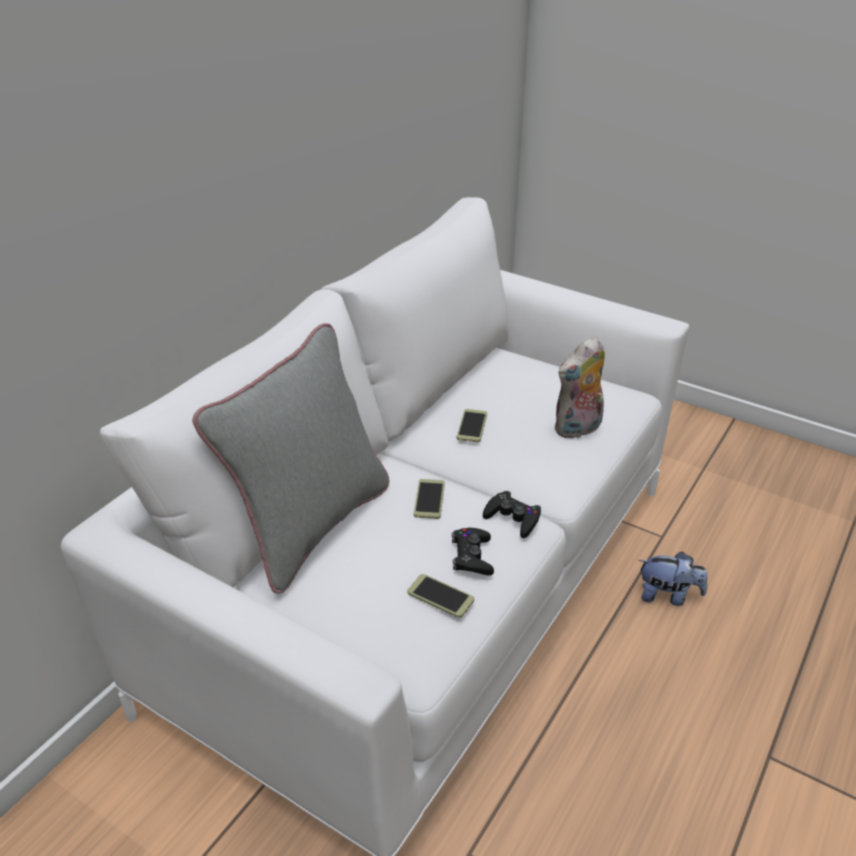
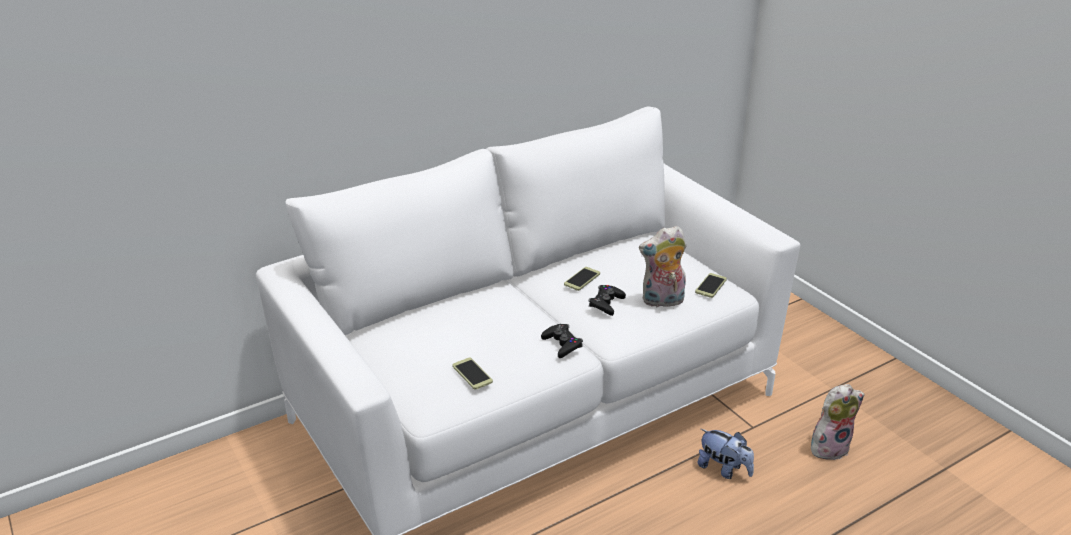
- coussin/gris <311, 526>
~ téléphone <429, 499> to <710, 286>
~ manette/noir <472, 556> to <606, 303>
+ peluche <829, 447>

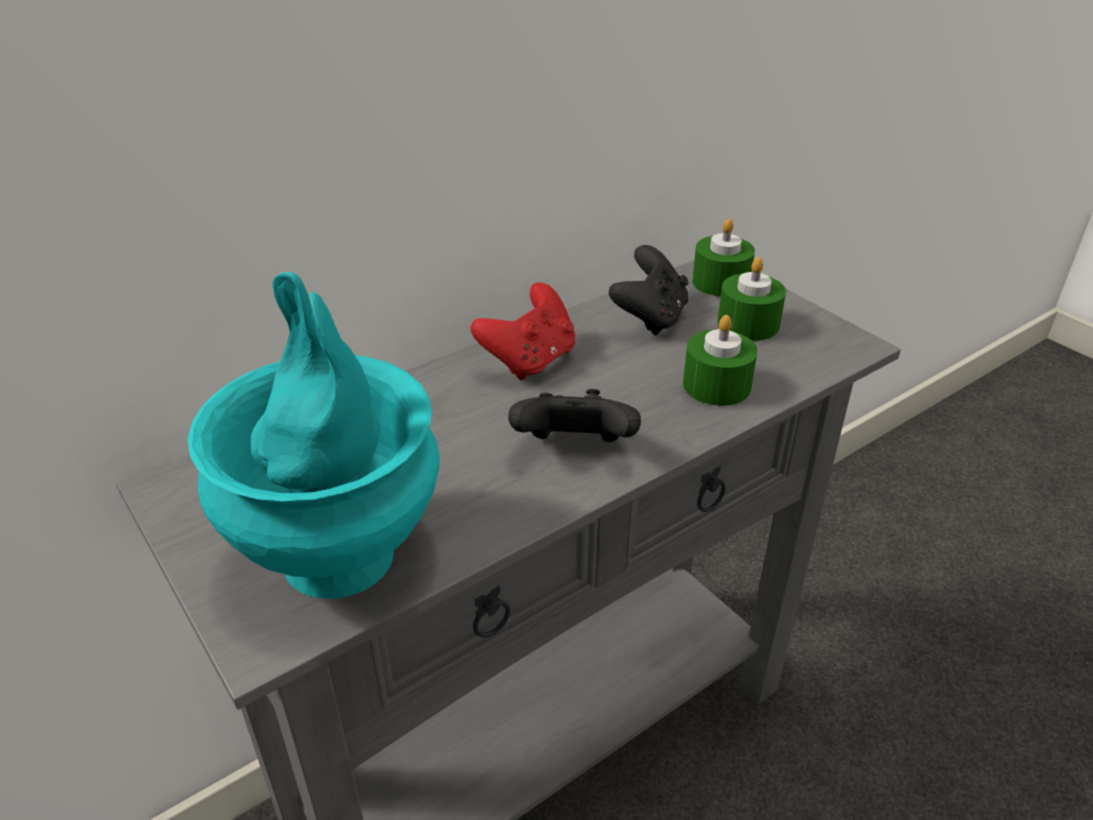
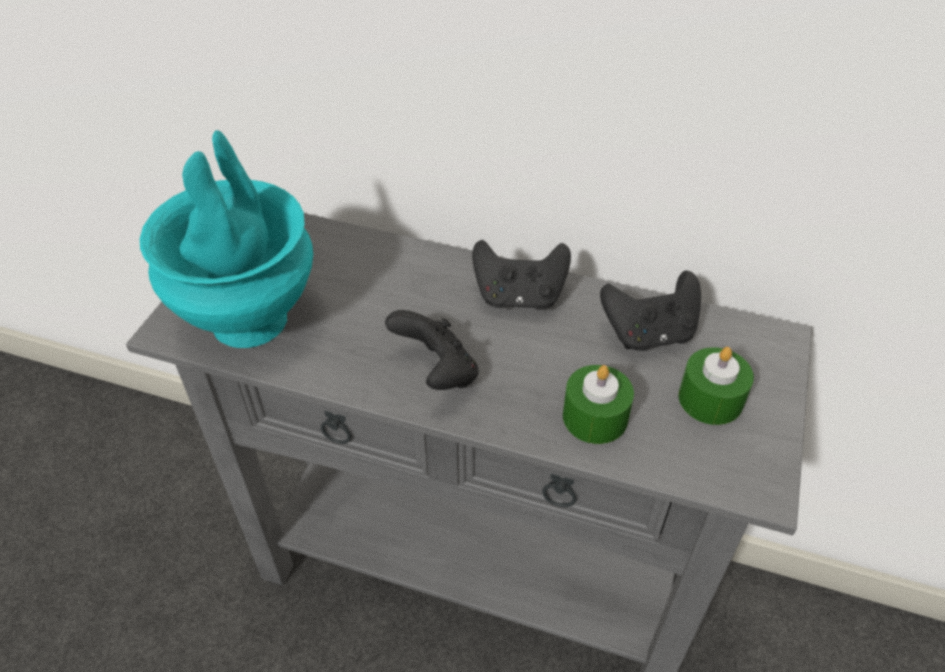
- bougie/vert <720, 282>
~ manette/rouge <530, 361> to manette/noir <519, 297>

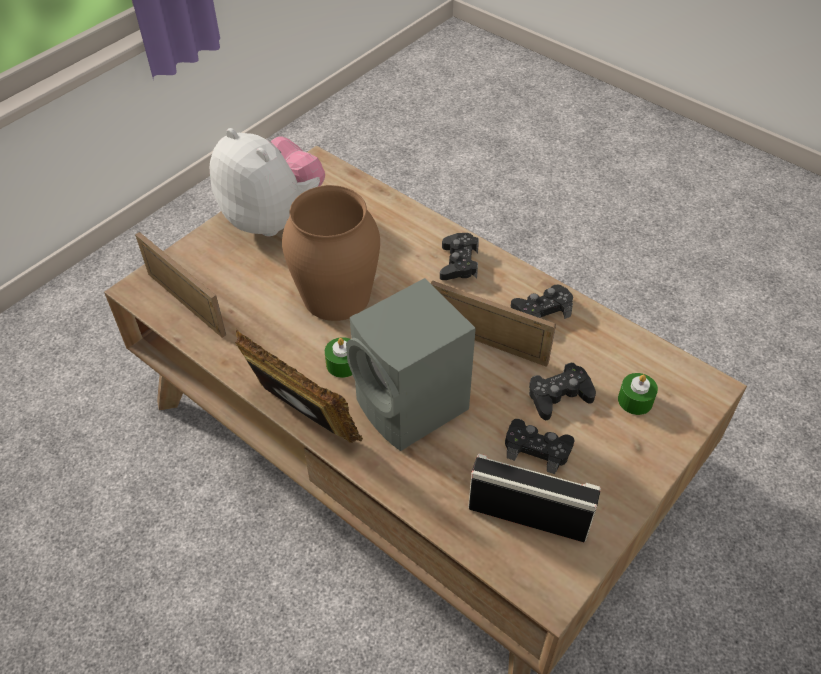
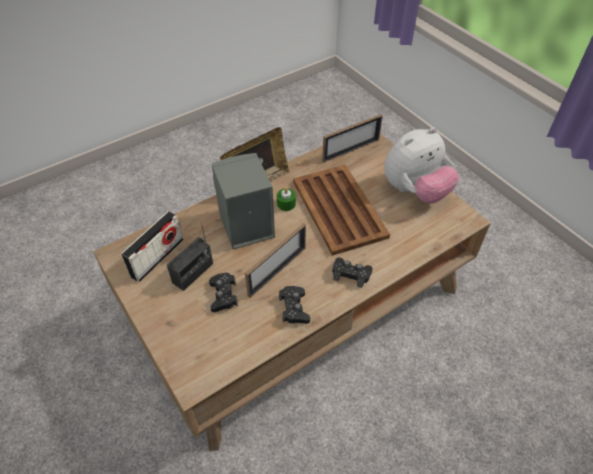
~ vase/marron <337, 295> to plateau/marron <339, 210>
- bougie/vert <635, 400>
~ manette/noir <537, 449> to radio <193, 273>

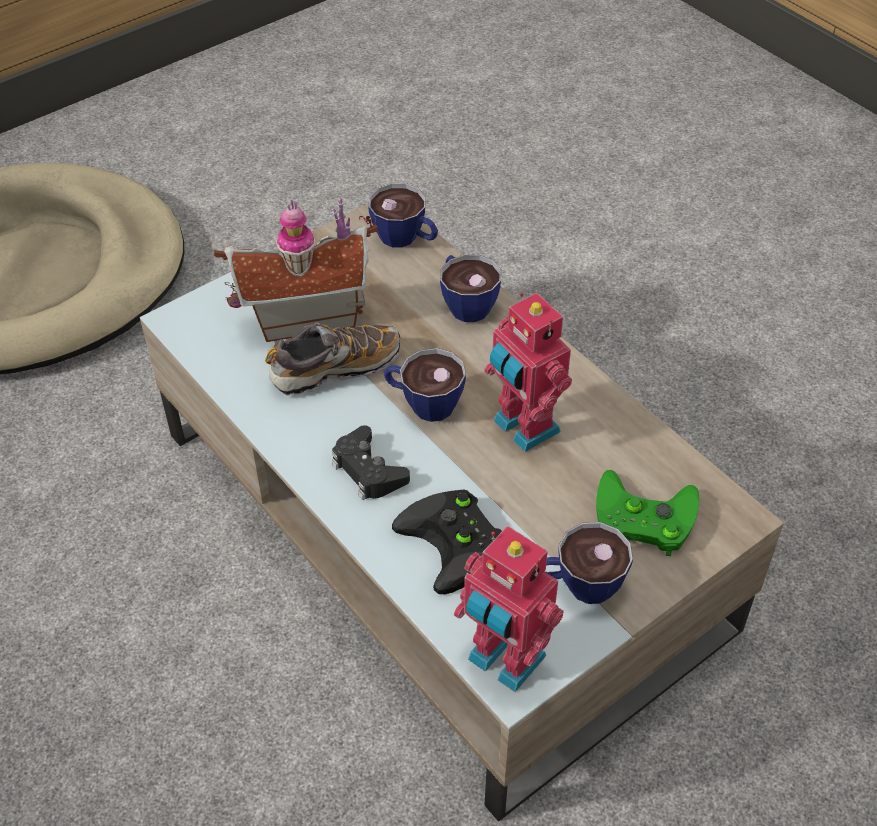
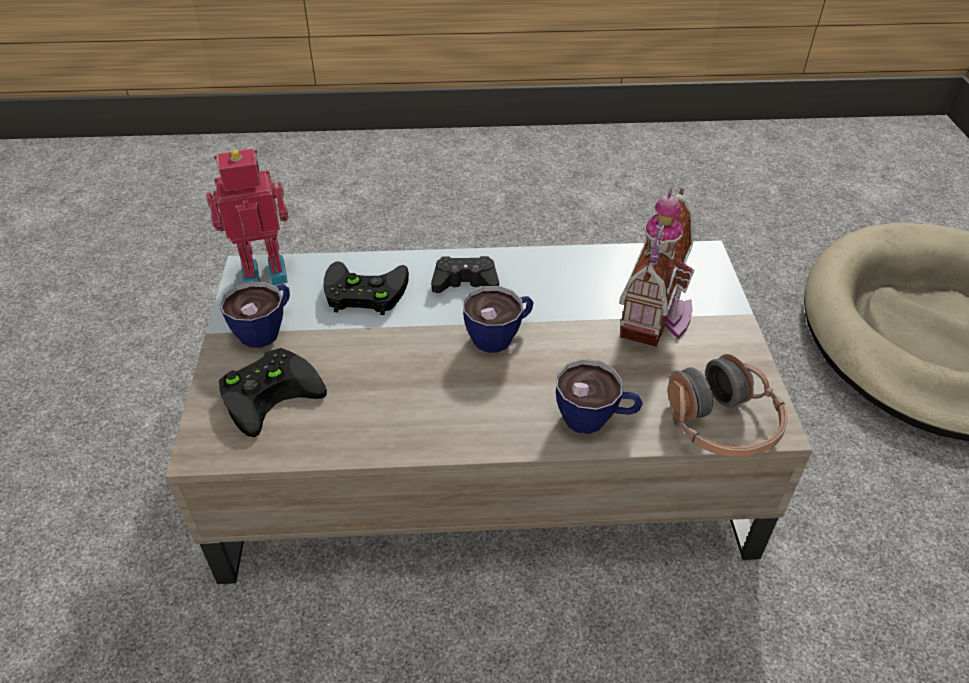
~ tasse <406, 239> to casque audio <721, 424>
- robot jouet <523, 428>
- chaussure <335, 369>
~ manette/vert <640, 519> to manette/noir <271, 391>

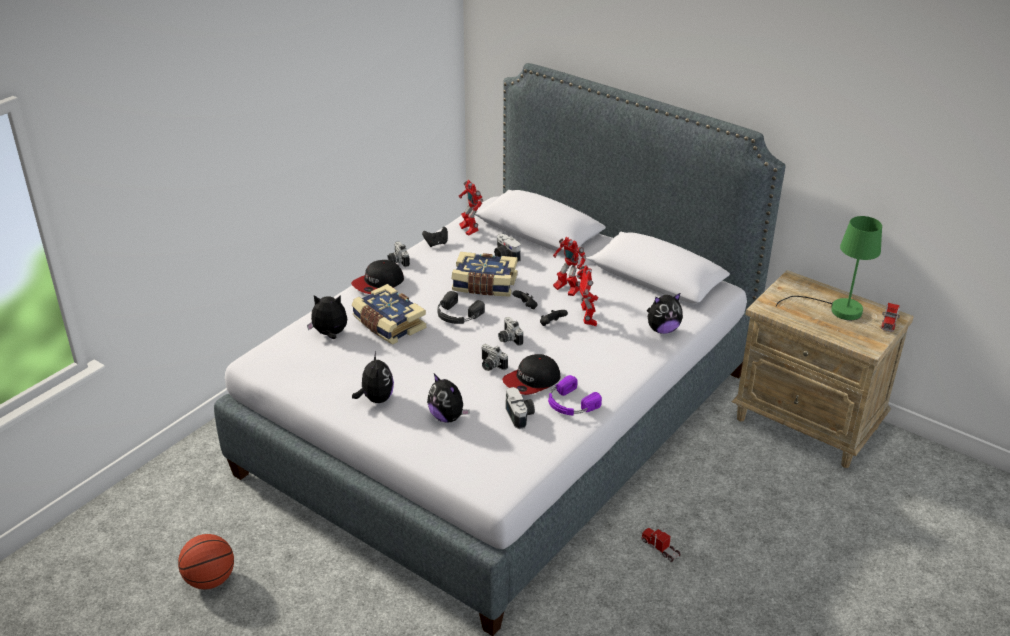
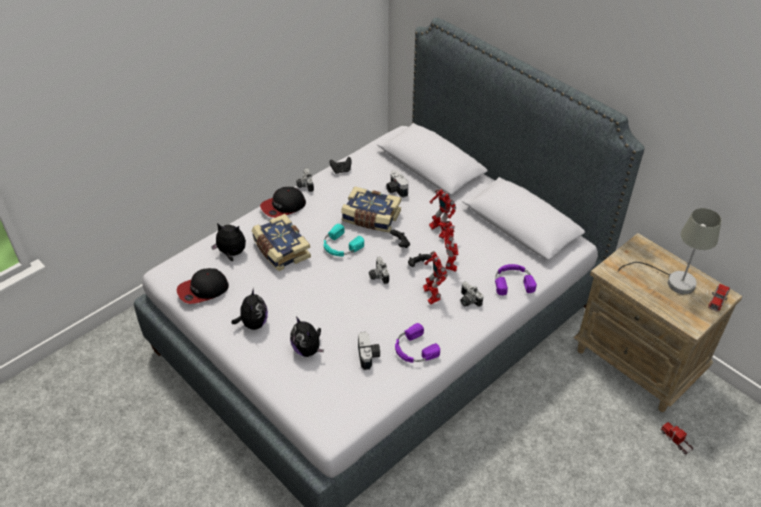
~ robot jouet <469, 231> to <432, 295>
~ lampe de table/vert <836, 309> to lampe de table/gris <672, 280>
~ casque audio/noir <457, 315> to casque audio/turquoise <340, 246>
~ peluche <662, 329> to casque audio/violet <512, 282>
~ appareil photo <490, 366> to <467, 301>
~ casquette <532, 381> to <203, 290>
~ camion jouet <660, 548> to <675, 440>
- ballon de basket <210, 580>

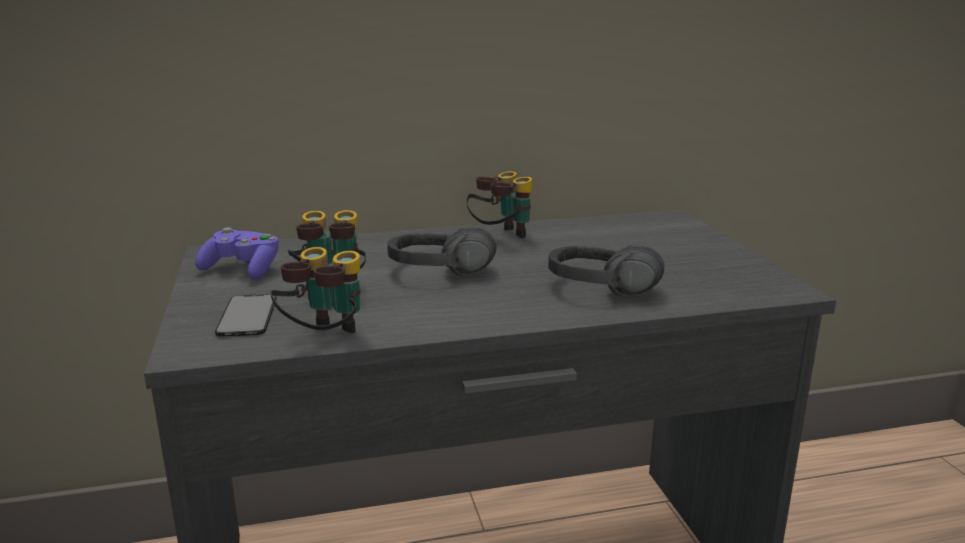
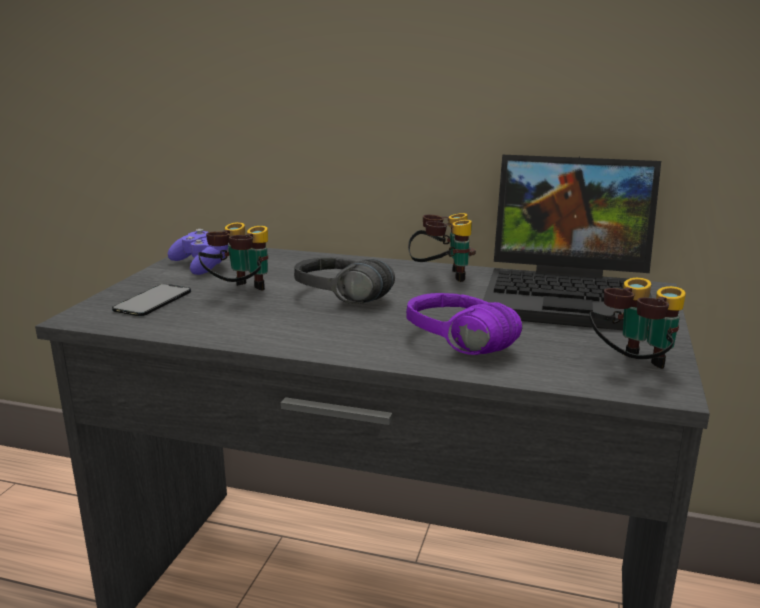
~ casque audio/noir <600, 294> to casque audio/violet <449, 347>
~ jumelles <324, 339> to <631, 368>
+ ordinateur portable <572, 296>

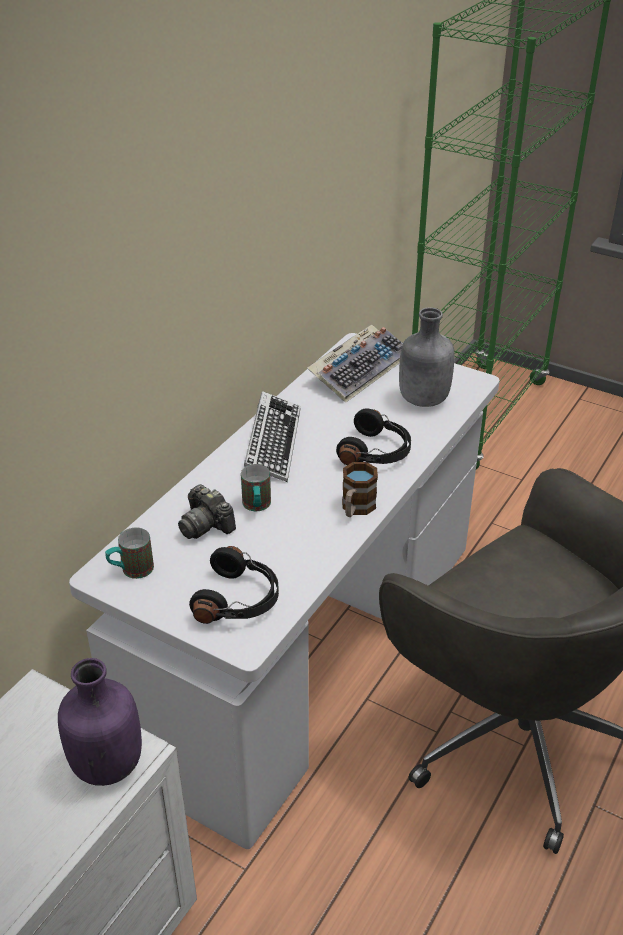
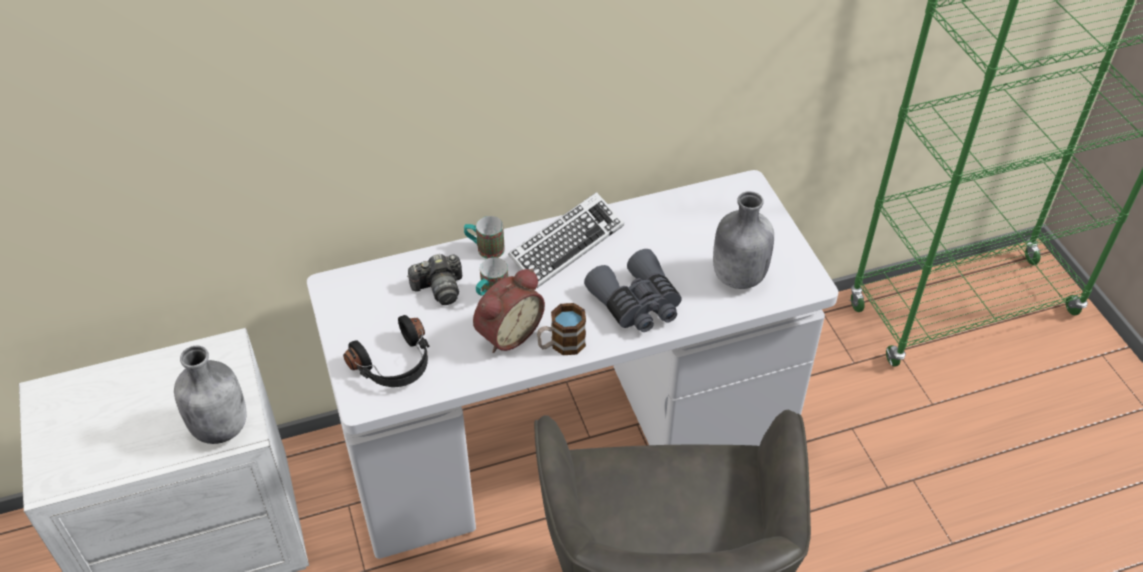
- clavier <359, 369>
~ casque audio/noir <376, 452> to jumelles/gris <637, 304>
~ appareil photo <206, 525> = <439, 288> 105 degrees counterclockwise
~ mug <131, 570> to <485, 249>
~ bouteille/violet <106, 763> to bouteille/gris <221, 426>
+ réveil <507, 333>

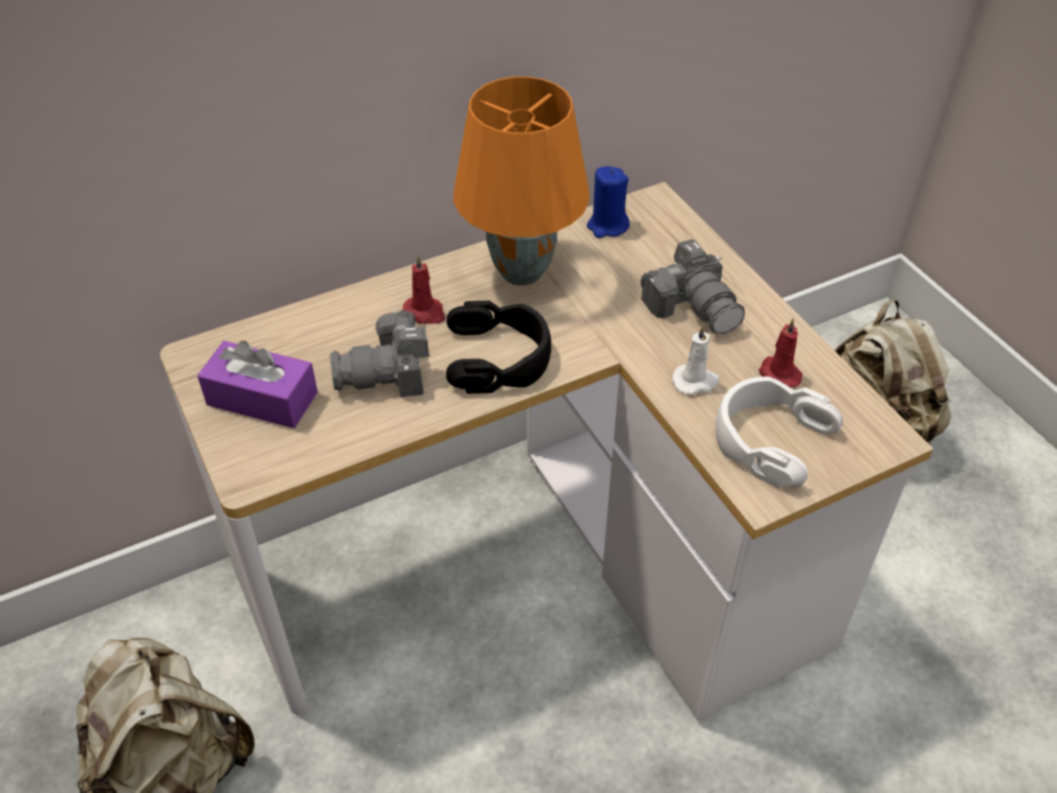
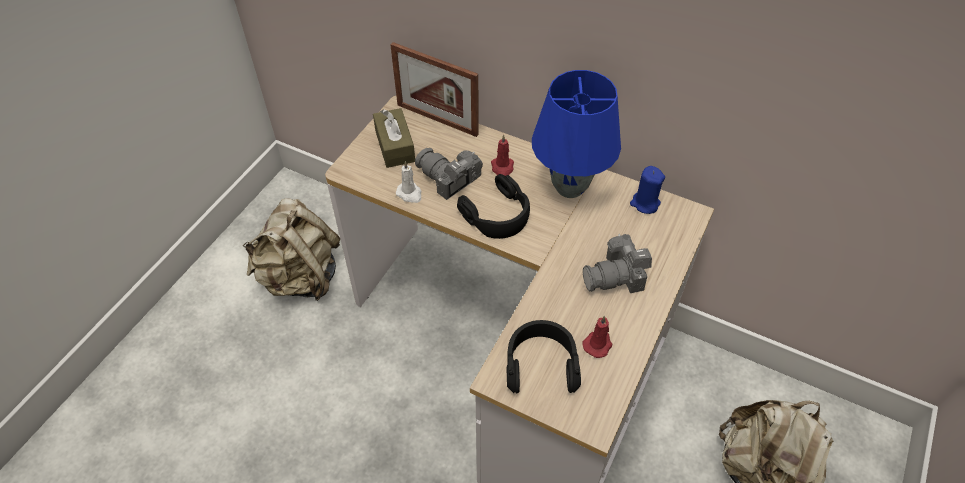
~ lampe de table/orange <523, 271> to lampe de table/bleu <571, 188>
~ appareil photo <693, 306> = <616, 276> 45 degrees clockwise
~ bougie/blanc <696, 381> to <410, 194>
~ boîte à mouchoirs/violet <262, 398> to boîte à mouchoirs/marron <395, 146>
~ casque audio/blanc <769, 439> to casque audio/noir <541, 363>
+ cadre photo <437, 119>

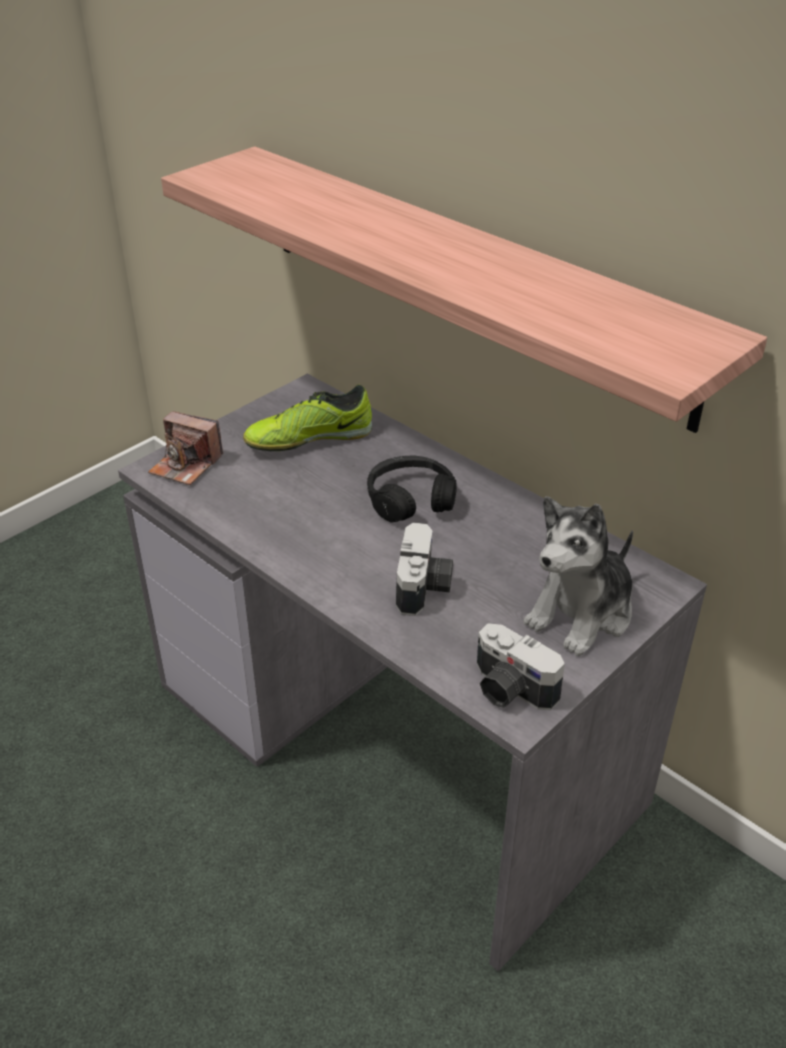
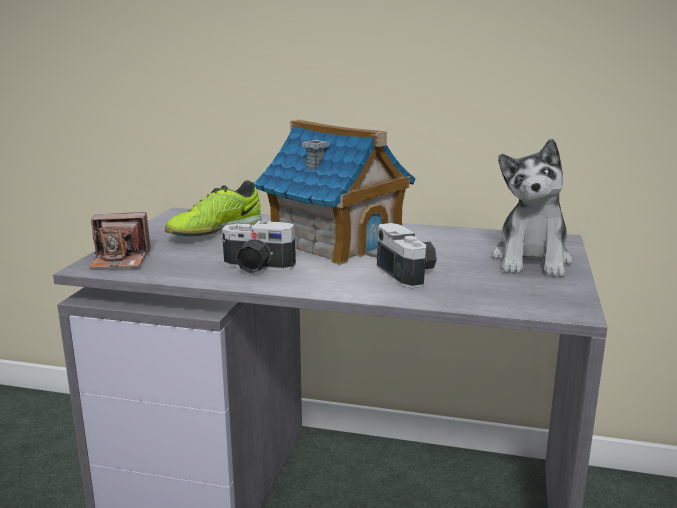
- étagère <466, 278>
~ casque audio/noir <410, 499> to maison miniature <336, 241>
~ appareil photo <509, 690> to <256, 267>

